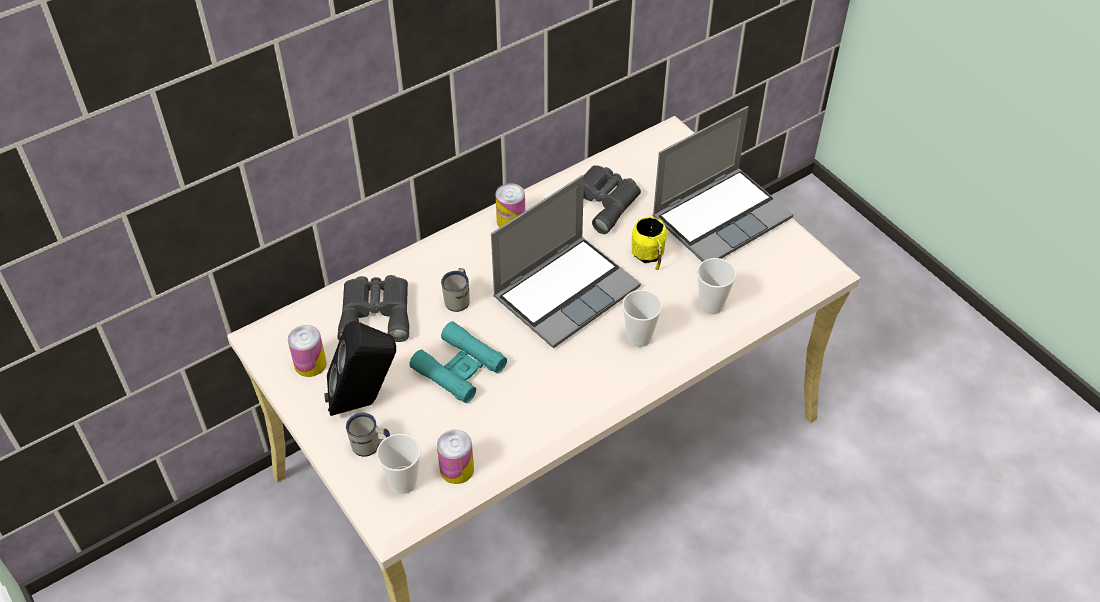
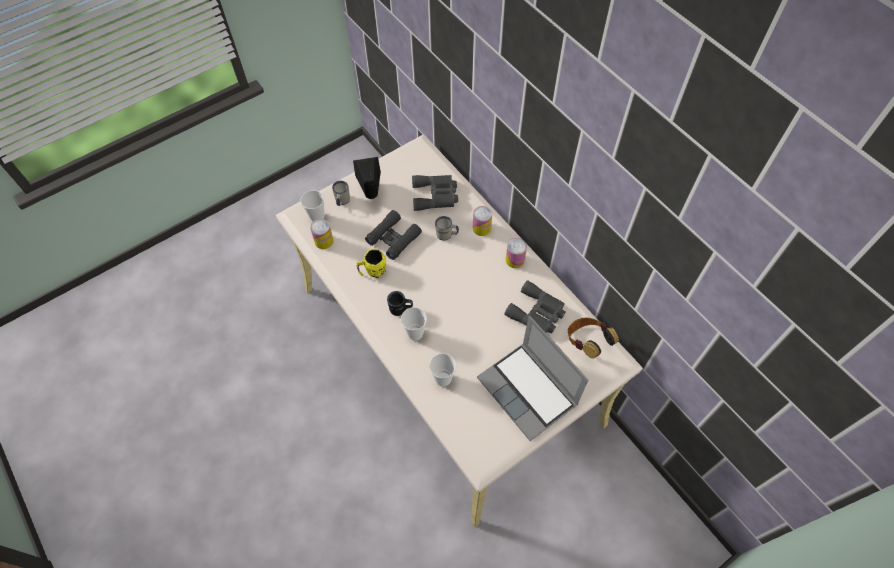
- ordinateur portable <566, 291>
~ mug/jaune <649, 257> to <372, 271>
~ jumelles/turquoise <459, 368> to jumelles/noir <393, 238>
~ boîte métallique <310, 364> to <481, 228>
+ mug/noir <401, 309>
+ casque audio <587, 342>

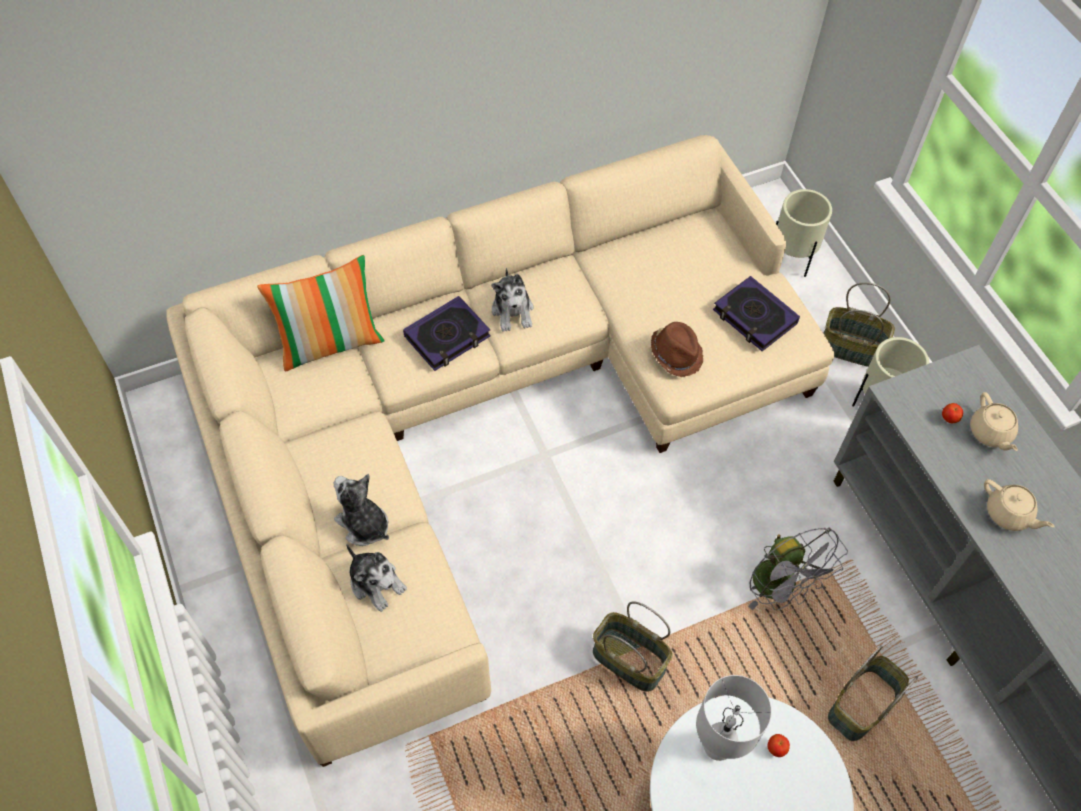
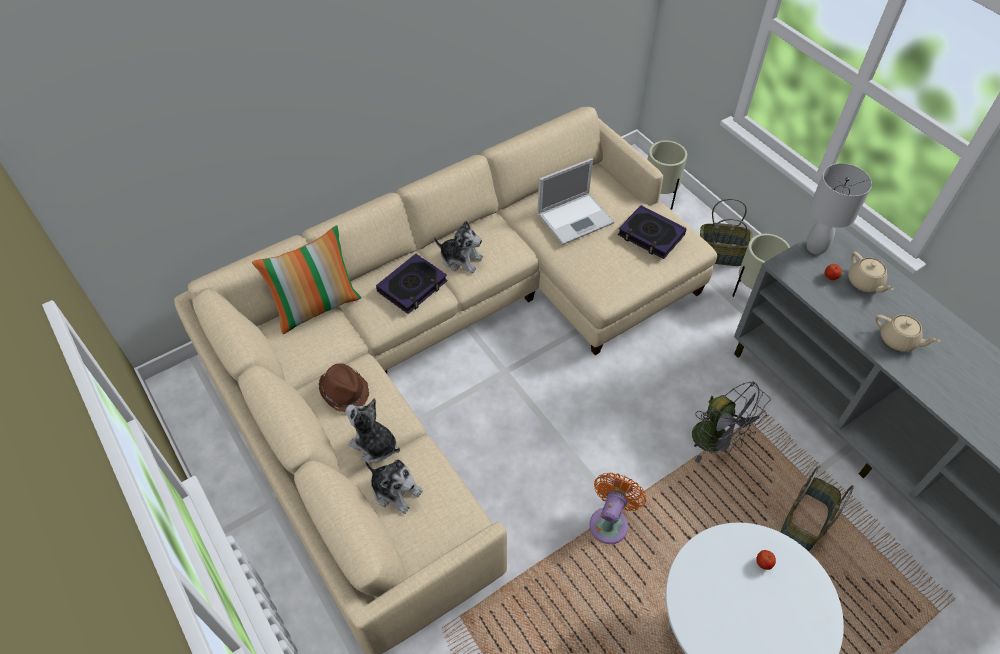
~ peluche <513, 311> = <461, 259> 45 degrees counterclockwise
~ chapeau/marron <676, 354> to <345, 391>
~ panier <627, 660> to ventilateur/orange <610, 522>
~ lampe de table/blanc <716, 747> to <815, 248>
+ ordinateur portable <576, 218>

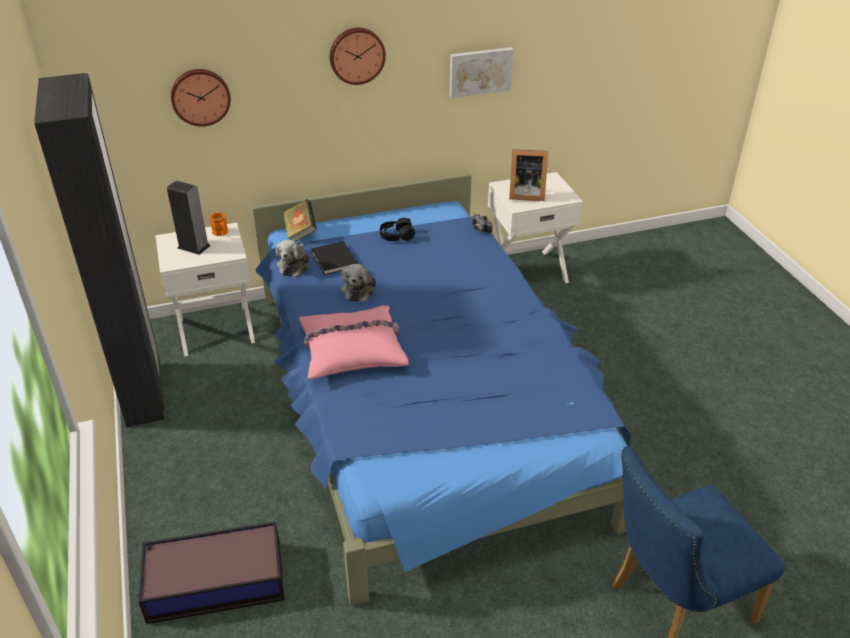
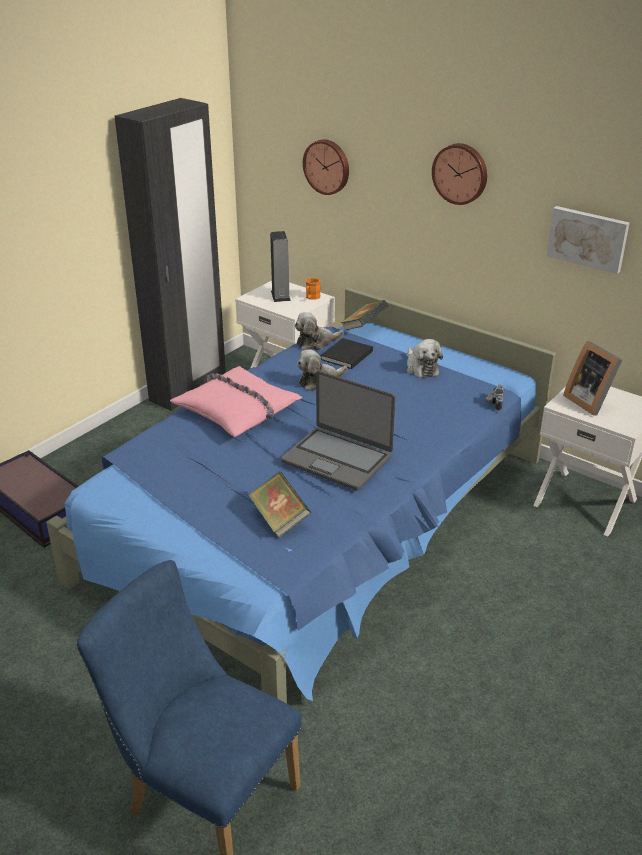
~ casque audio/noir <396, 236> to peluche <421, 368>
+ ordinateur portable <337, 459>
+ livre <279, 519>

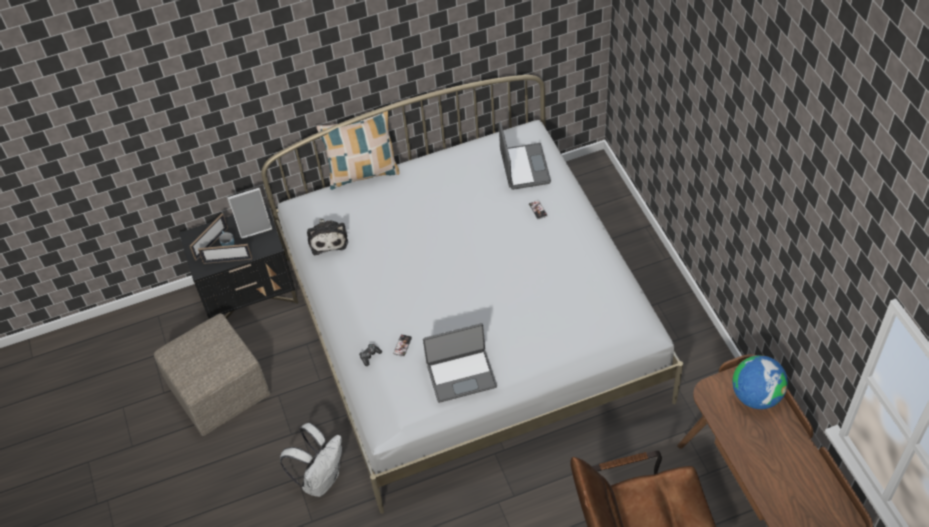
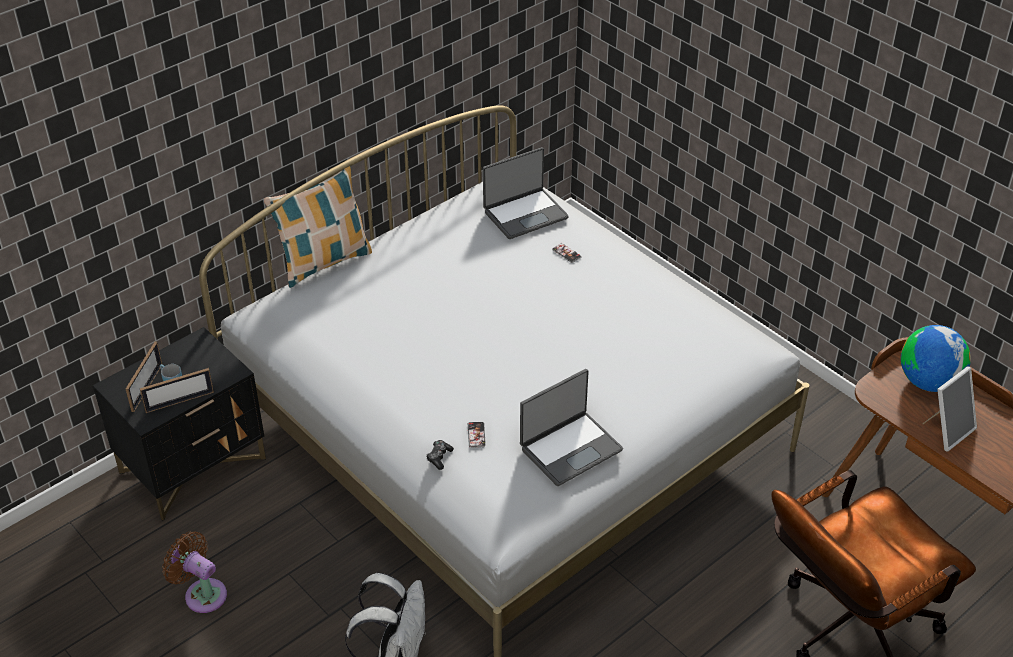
~ ordinateur portable <523, 167> = <525, 214> 90 degrees clockwise
~ cadre photo <254, 226> to <947, 430>
- peluche <328, 239>
~ pouf/beige <219, 393> to ventilateur/marron <202, 593>

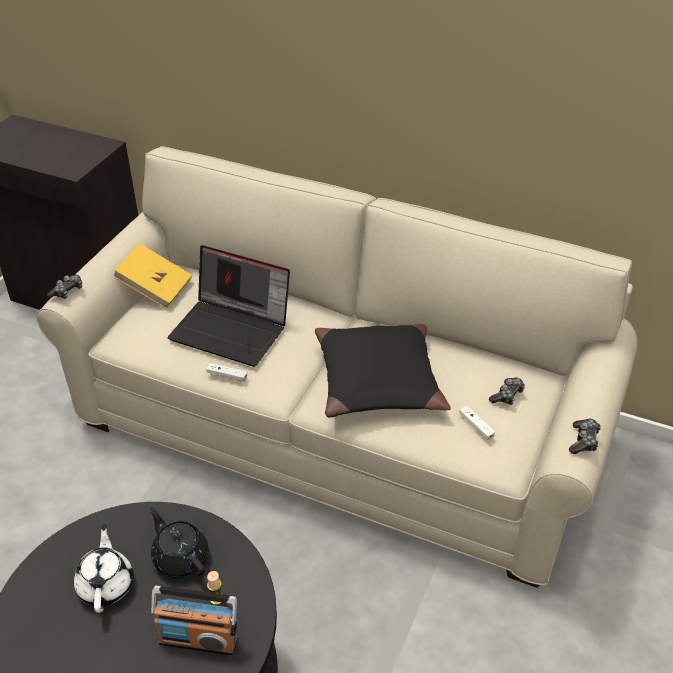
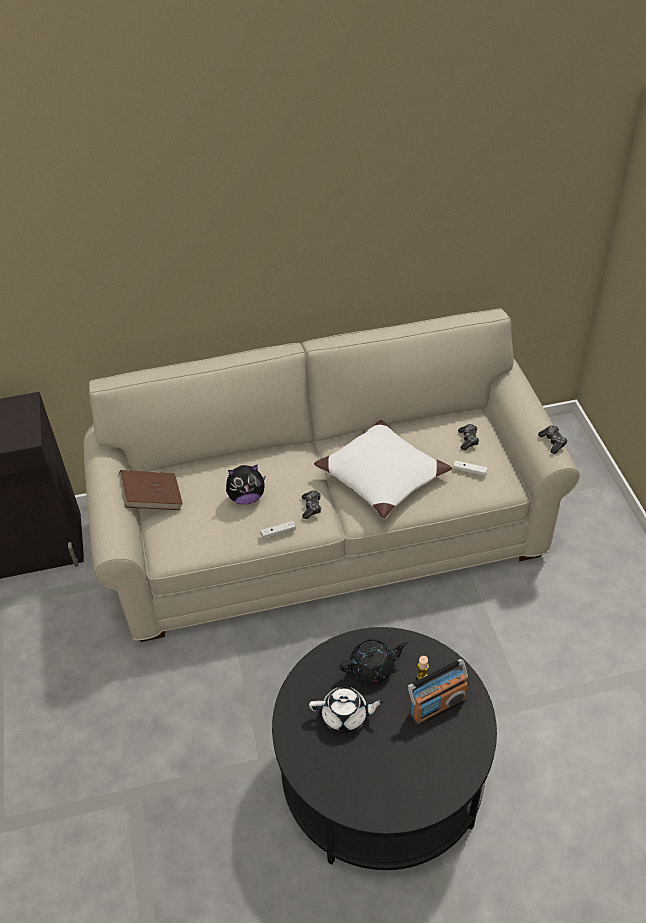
~ livre/jaune <155, 288> to livre/marron <152, 499>
~ ordinateur portable <232, 329> to peluche <246, 497>
~ manette <67, 291> to <311, 507>
~ coussin/noir <379, 381> to coussin/blanc <382, 476>
~ théière/noir <180, 557> = <373, 667> 150 degrees clockwise
~ théière/blanc <106, 584> = <345, 716> 135 degrees clockwise

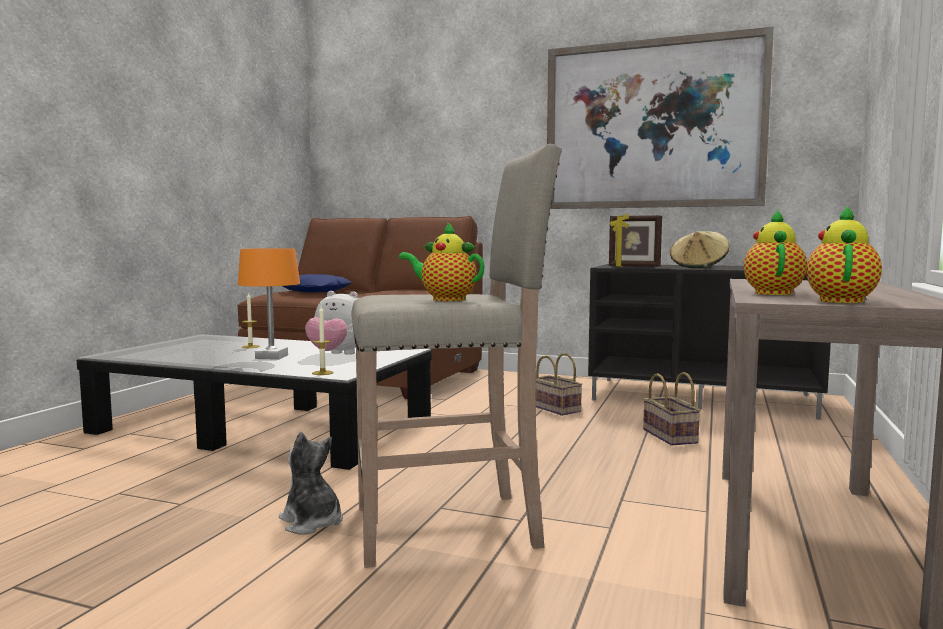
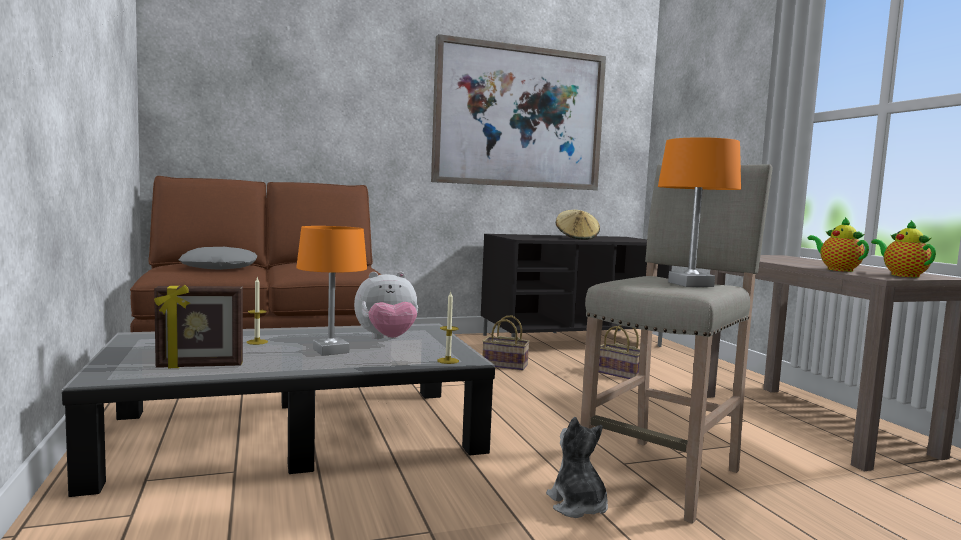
~ cadre photo <634, 266> to <200, 366>
~ théière <445, 299> to lampe de table/orange <691, 284>
~ coussin/bleu <316, 291> to coussin/gris <220, 267>
~ peluche <312, 523> = <577, 505> 60 degrees clockwise

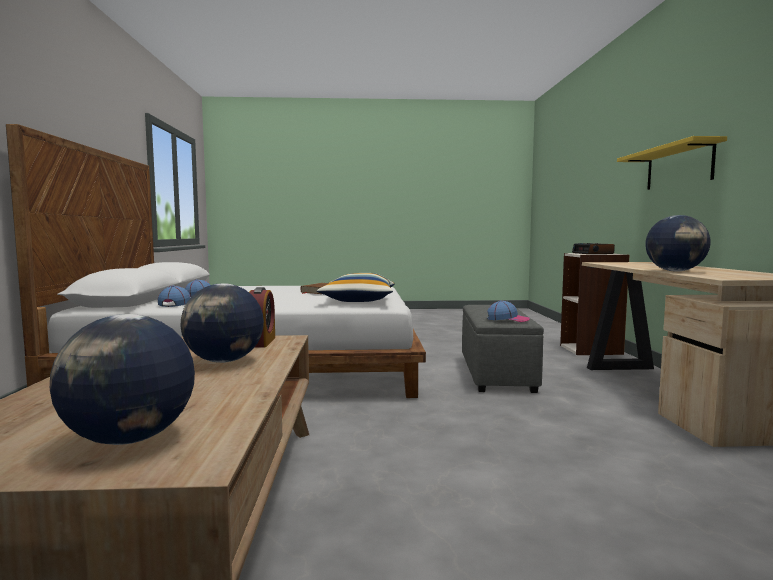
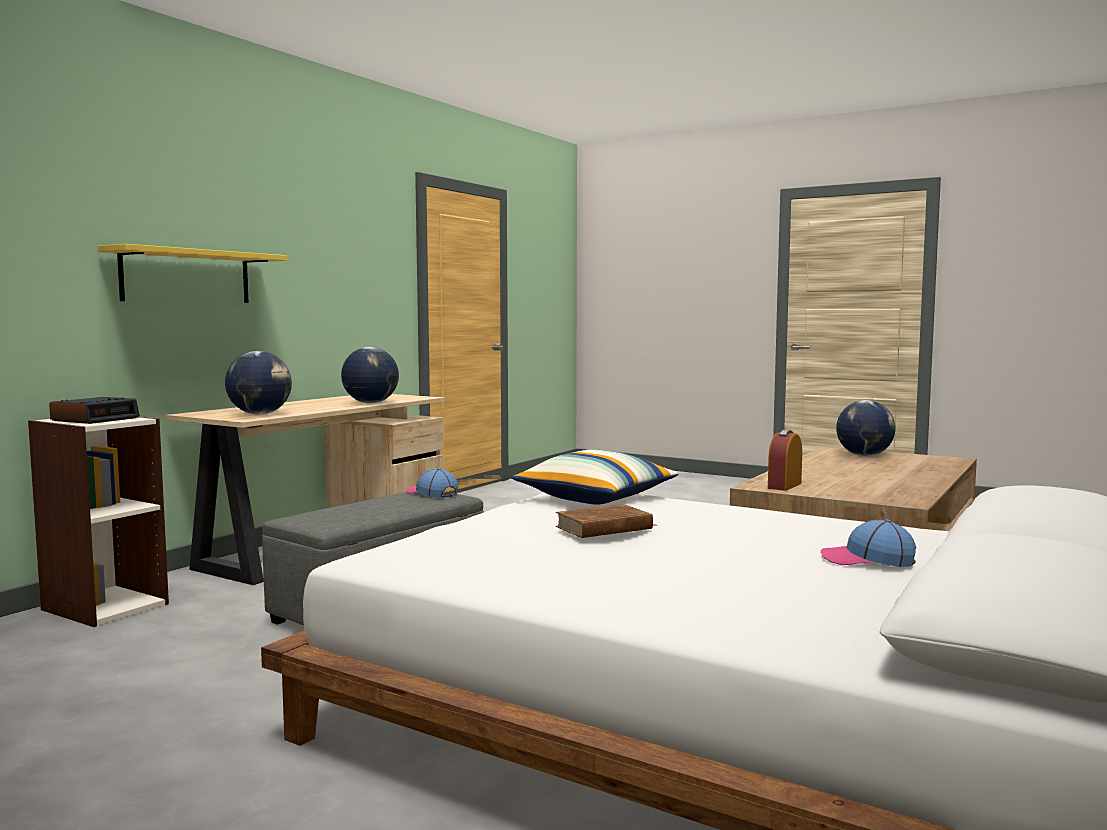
~ globe <224, 361> to <260, 414>
- casquette <176, 303>

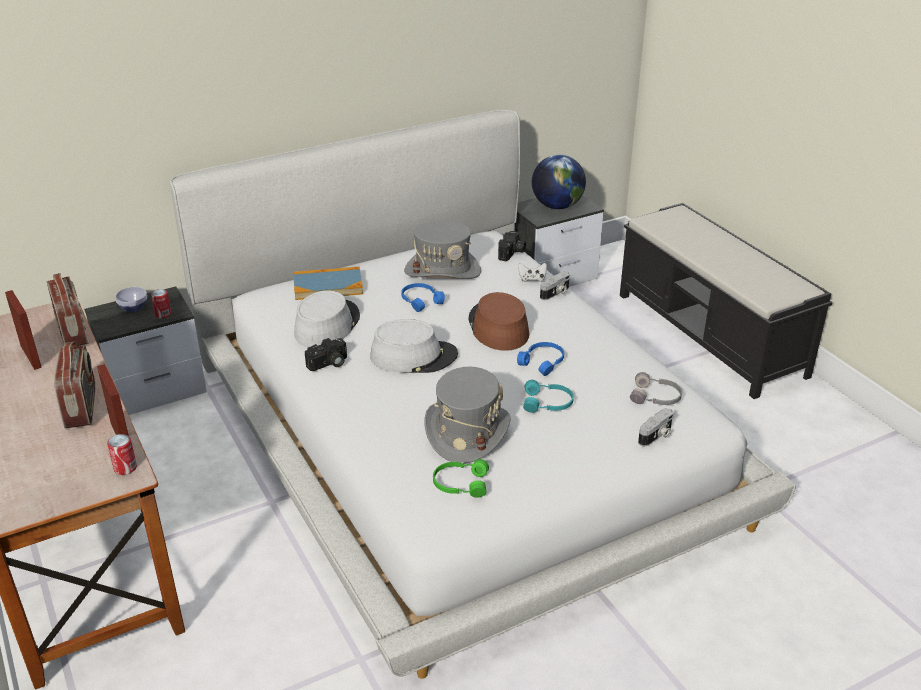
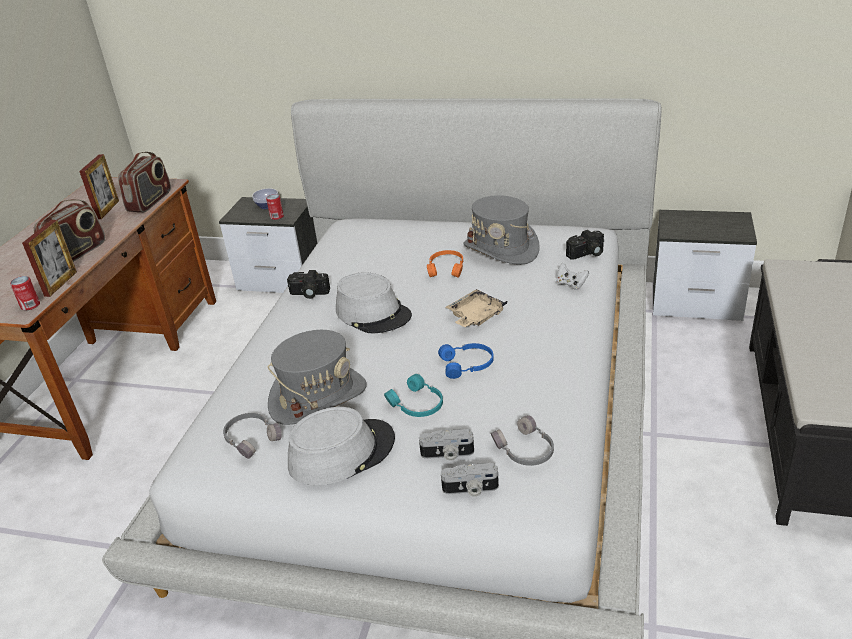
- globe <557, 206>
- livre <328, 286>
~ appareil photo <555, 293> to <447, 454>
~ casque audio/bleu <421, 300> to casque audio/orange <447, 268>
~ chapeau/gris <327, 325> to <341, 452>
~ chapeau/marron <497, 327> to plateau/beige <475, 316>
~ casque audio/vert <460, 483> to casque audio/gris <251, 438>

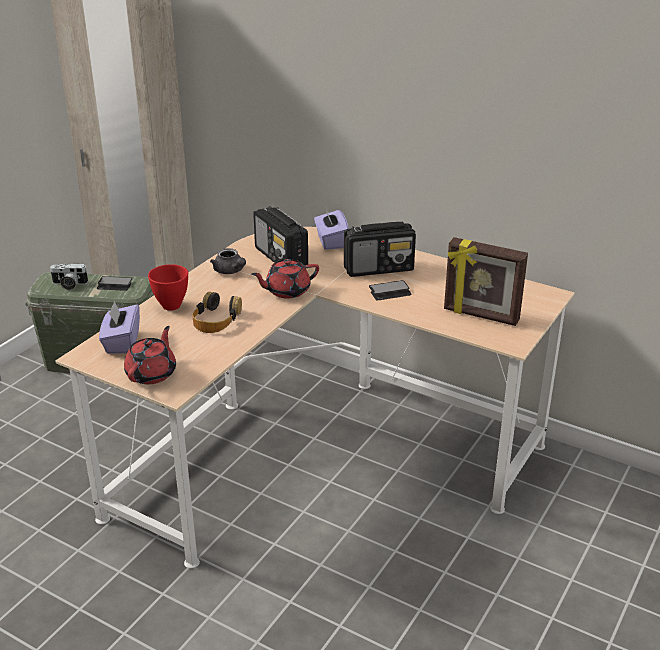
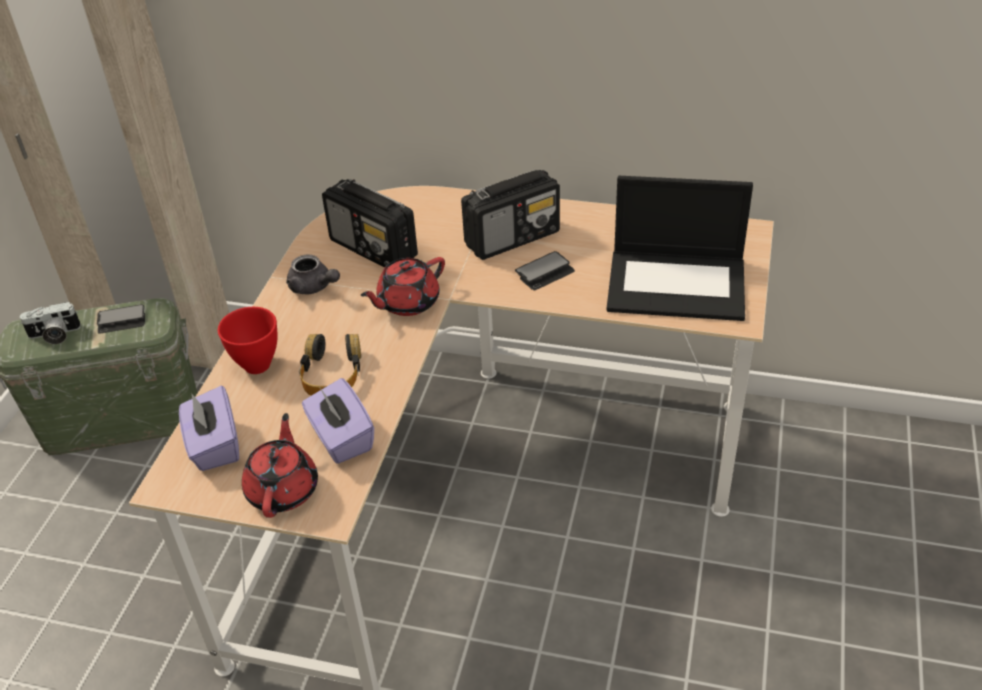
~ boîte à mouchoirs/violet <331, 241> to <341, 438>
~ cadre photo <480, 316> to ordinateur portable <678, 284>

